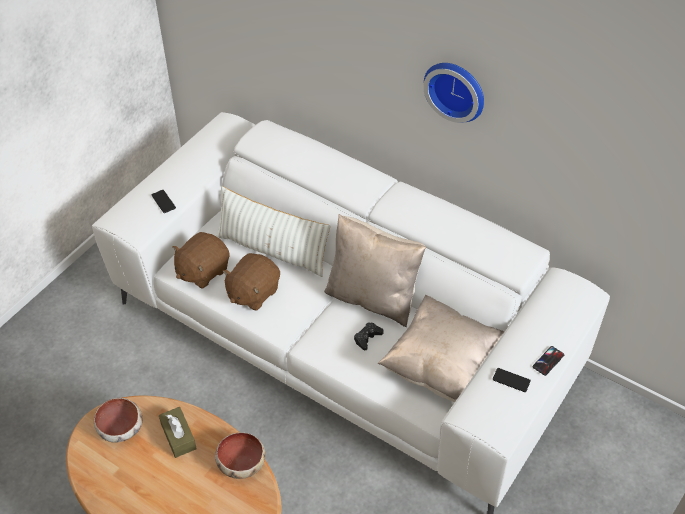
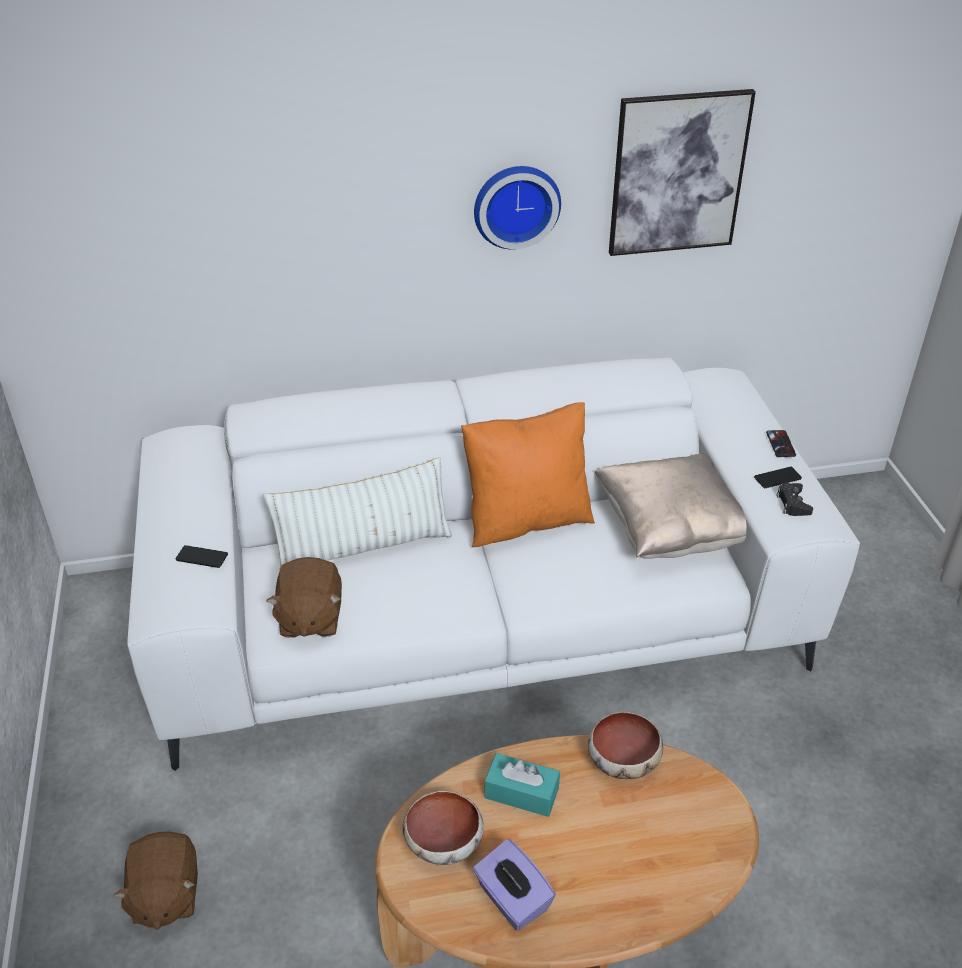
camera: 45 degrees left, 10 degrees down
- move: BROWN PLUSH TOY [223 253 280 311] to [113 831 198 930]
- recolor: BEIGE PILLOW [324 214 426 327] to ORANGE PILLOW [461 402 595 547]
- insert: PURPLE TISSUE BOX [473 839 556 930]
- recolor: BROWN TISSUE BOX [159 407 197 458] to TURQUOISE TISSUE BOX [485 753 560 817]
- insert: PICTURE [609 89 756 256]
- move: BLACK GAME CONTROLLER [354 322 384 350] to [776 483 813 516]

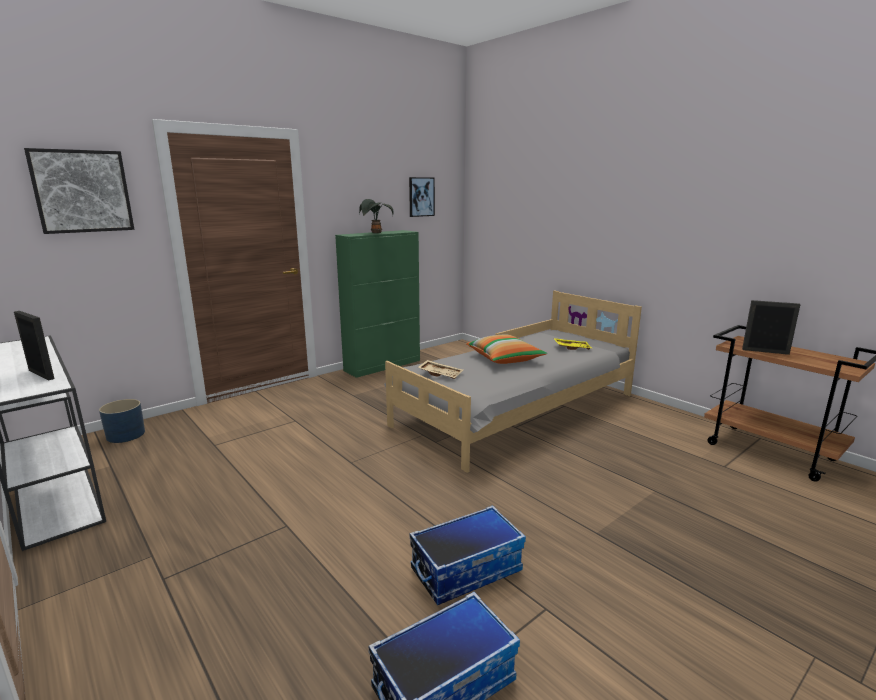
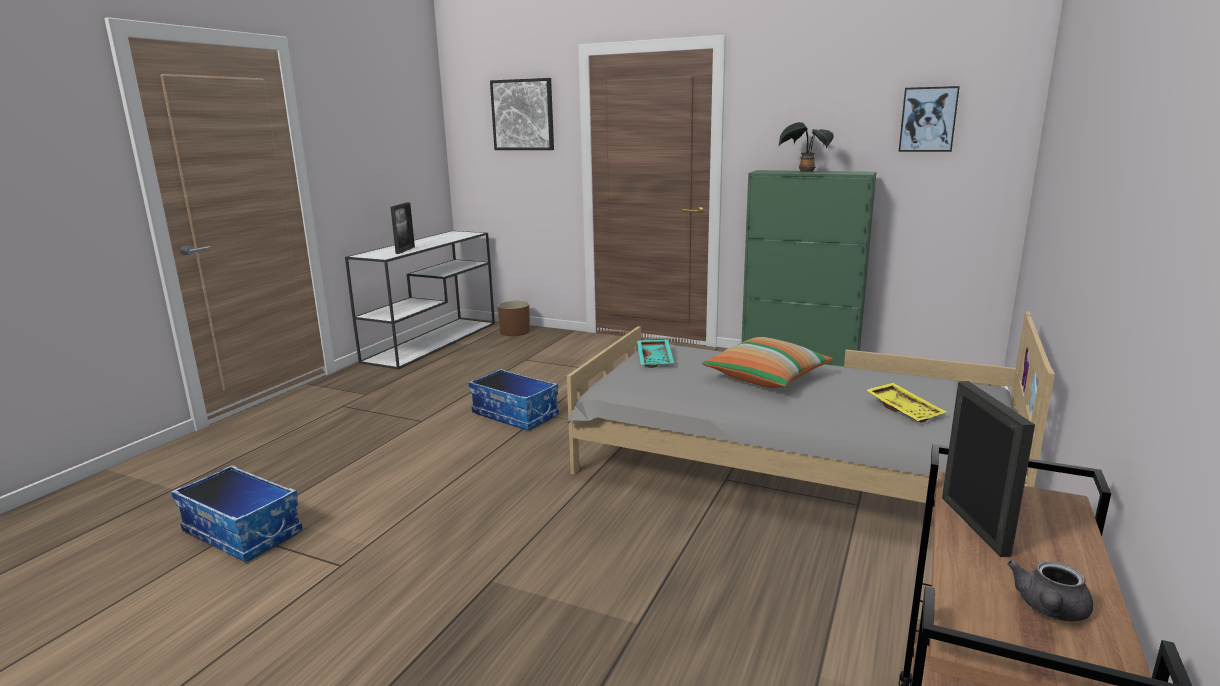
camera: 65 degrees right, 0 degrees up
- move: STORAGE BOX [410 505 526 605] to [468 369 559 430]
- recolor: BLUE PLANTER [99 399 145 443] to BROWN PLANTER [497 301 530 336]
- recolor: BEIGE TRAY [417 360 463 379] to TURQUOISE TRAY [637 339 674 368]
- insert: GREY TEAPOT [1007 560 1093 622]

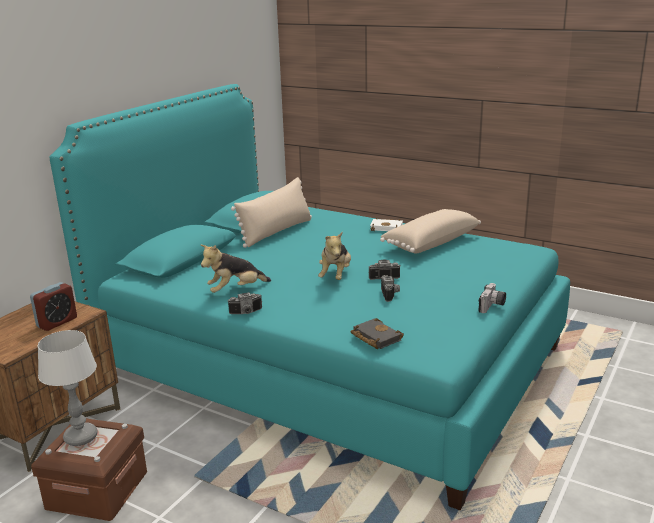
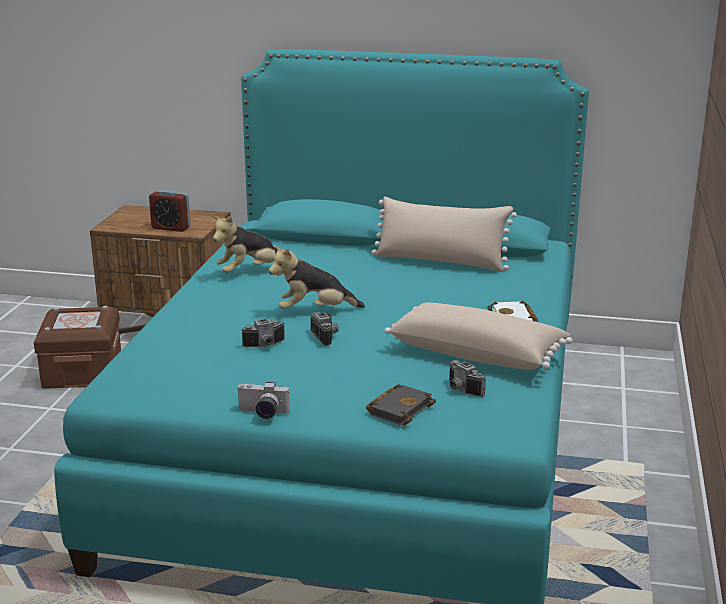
camera: 70 degrees right, 0 degrees up
- rotate: PLUSH TOY [200 244 271 293] = [212 215 277 273] 75 degrees counterclockwise
- move: BLACK BOOK [351 318 404 349] to [366 384 436 425]
- move: PHOTO CAMERA [227 292 262 314] to [449 360 486 397]
- delete: TABLE LAMP [38 330 98 446]

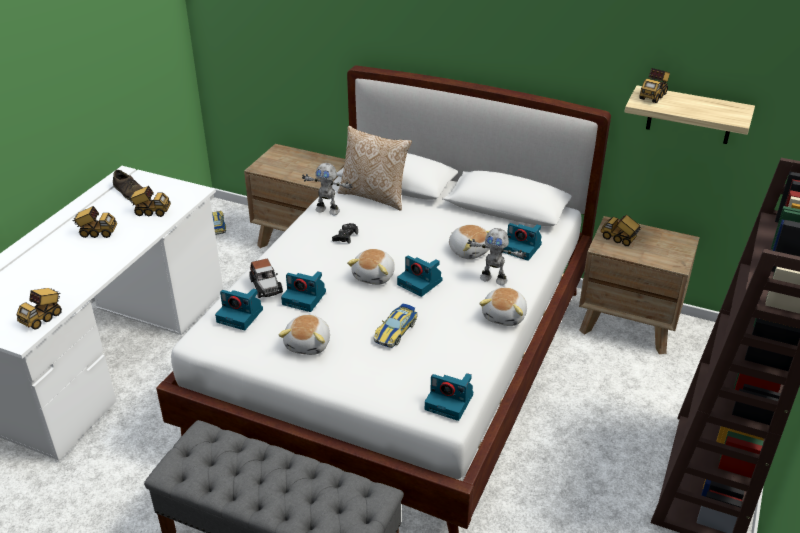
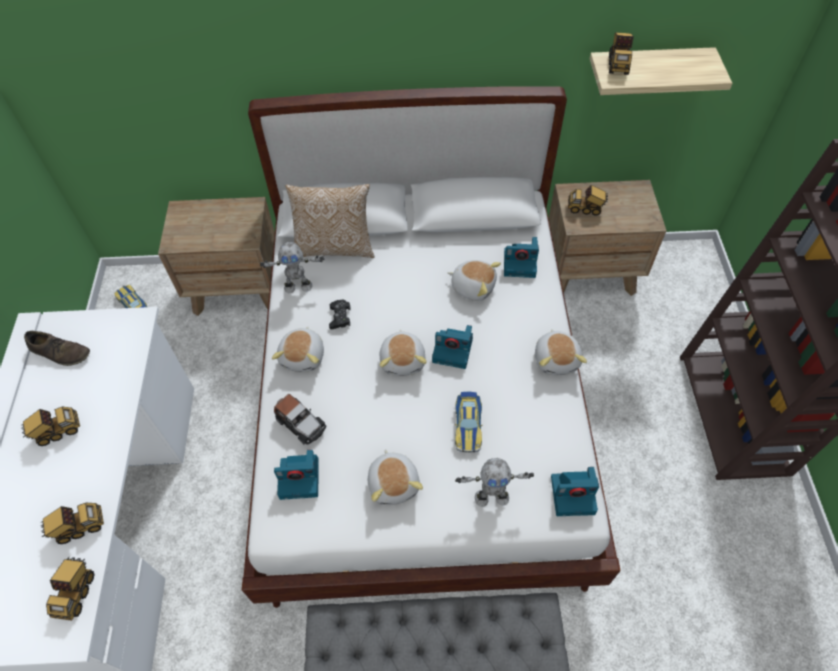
camera: 25 degrees left, 20 degrees up
- move: TOY TRUCK [129 186 171 217] to [40 503 104 544]
- insert: PLUSH TOY [272 327 324 372]
- move: TOY ROBOT [467 228 527 285] to [455 458 534 507]
- delete: PHOTO CAMERA [281 271 326 312]

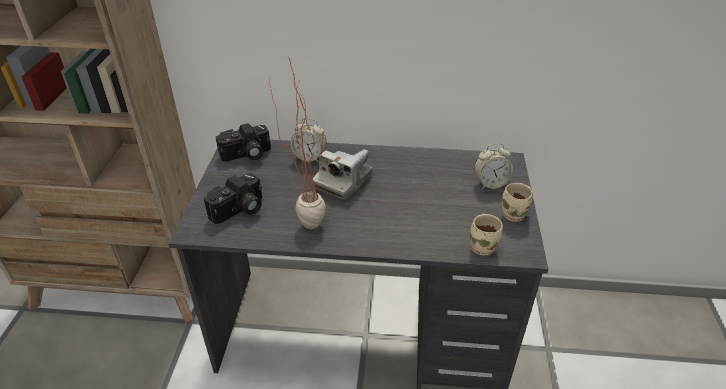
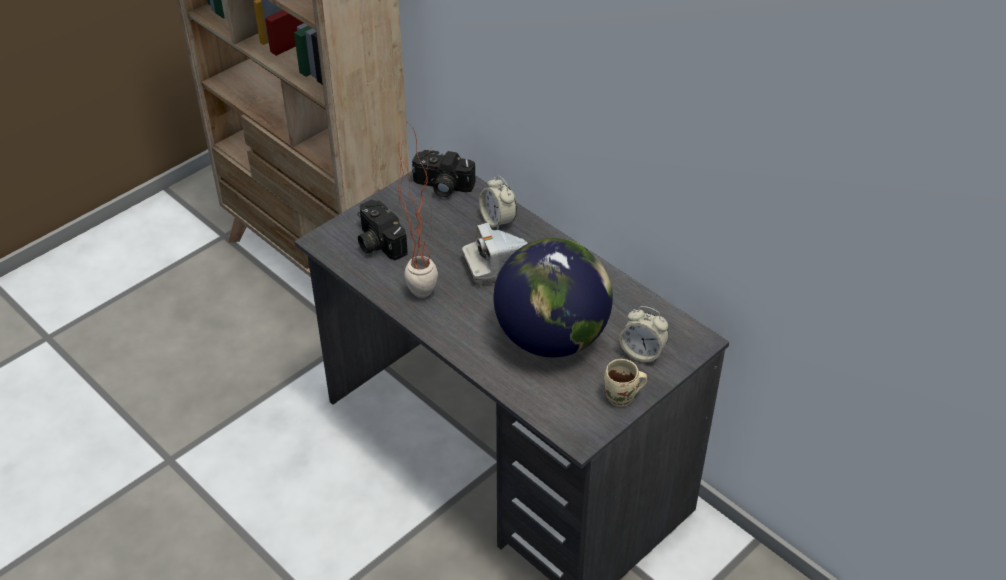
camera: 40 degrees right, 5 degrees up
- rotate: PHOTO CAMERA [204 173 262 224] = [358 199 408 260] 60 degrees clockwise
- insert: GLOBE [494 238 613 357]
- delete: BEIGE MUG [470 214 503 255]

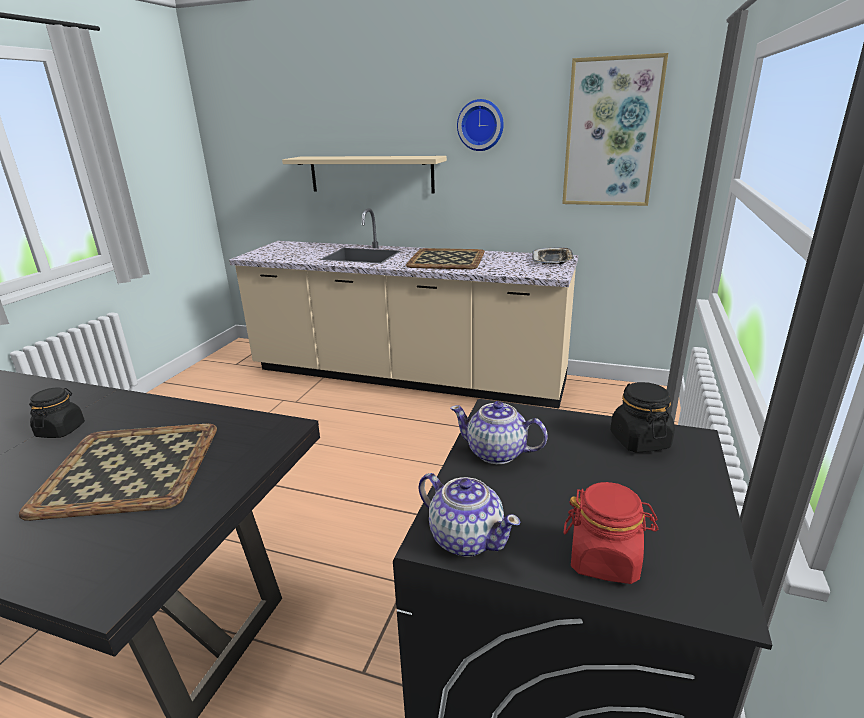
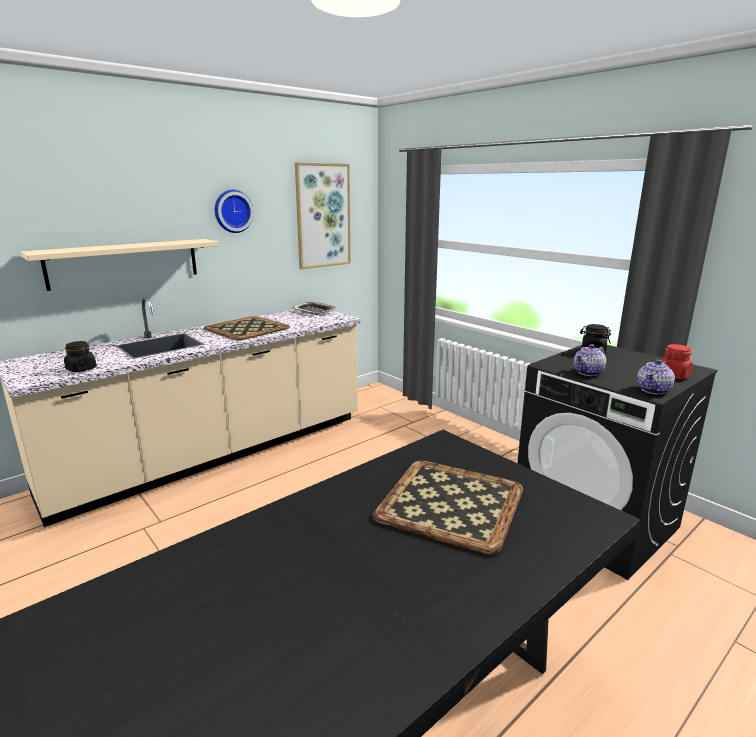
camera: 60 degrees left, 5 degrees down
- move: BLACK JAR [29 388 85 438] to [64 341 97 372]
- rotate: TEAPOT [419 473 520 557] = [637 360 675 395] 150 degrees clockwise

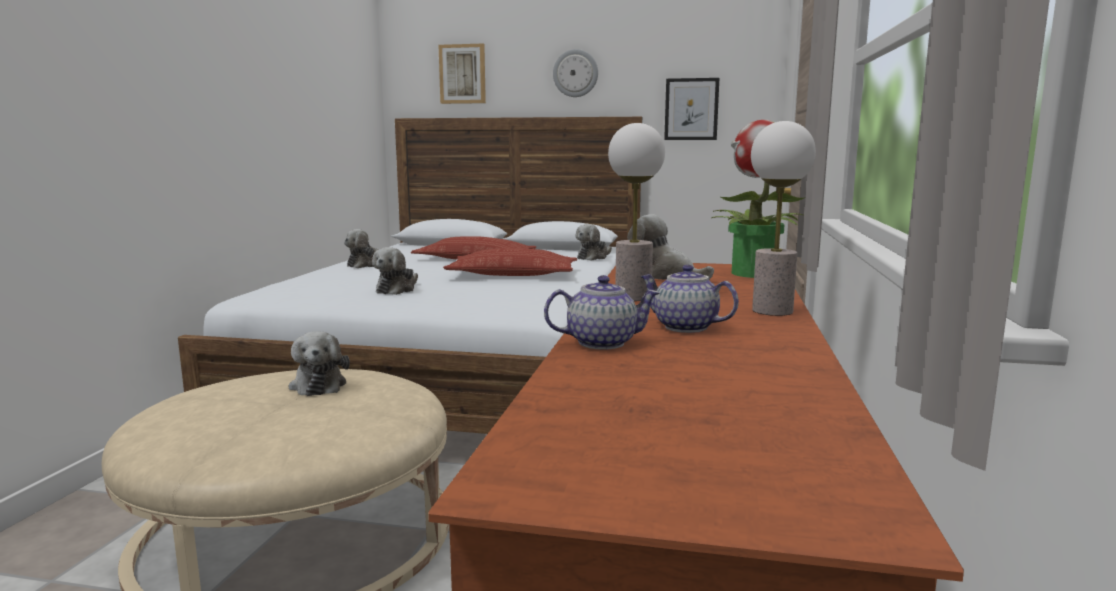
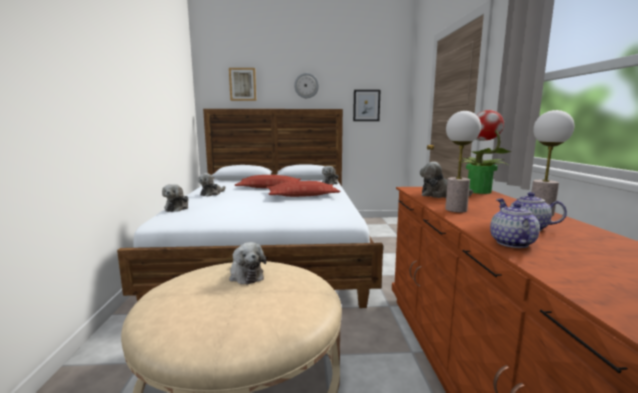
camera: 15 degrees left, 0 degrees up
- move: PLUSH TOY [372 247 418 295] to [162 184 188 212]
- rotate: TEAPOT [544 275 660 350] = [490 203 540 248] 60 degrees counterclockwise

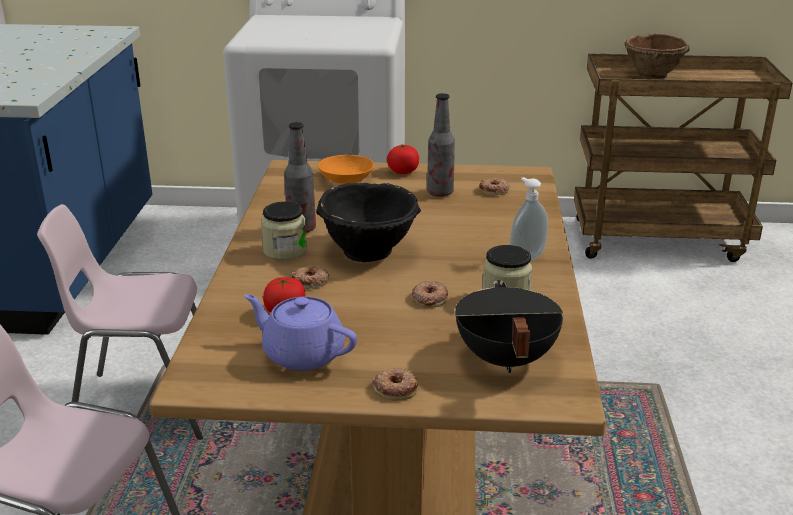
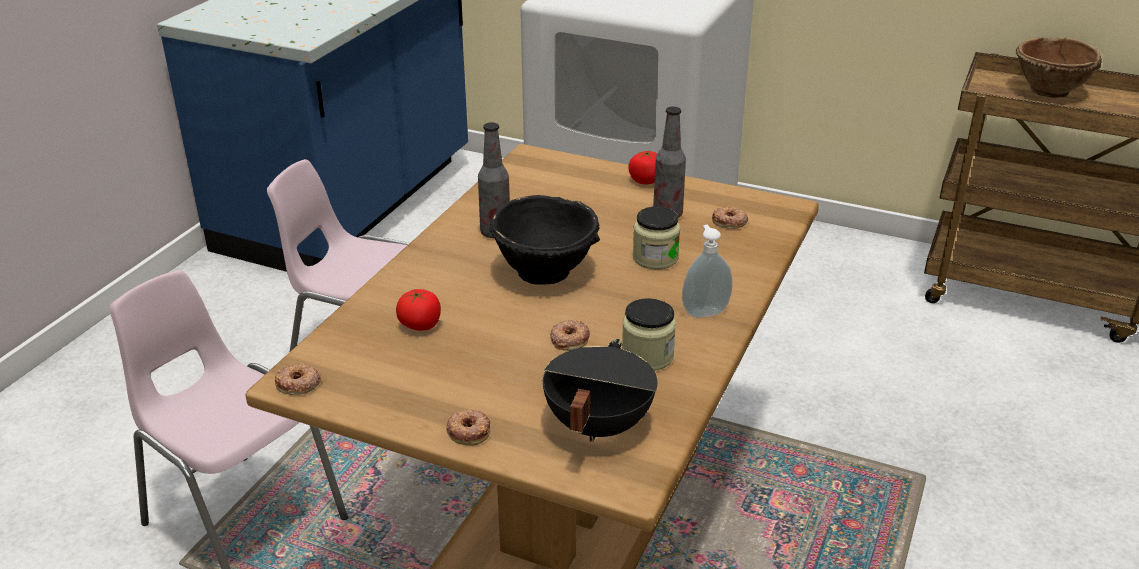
camera: 20 degrees right, 5 degrees up
- move: DONUT [291 265 329 289] to [275 364 321 395]
- move: JAR [261 202 307 260] to [633 206 680 269]
- delete: PURPLE TEAPOT [244 294 357 371]
- delete: ORANGE BOWL [318 155 374 183]

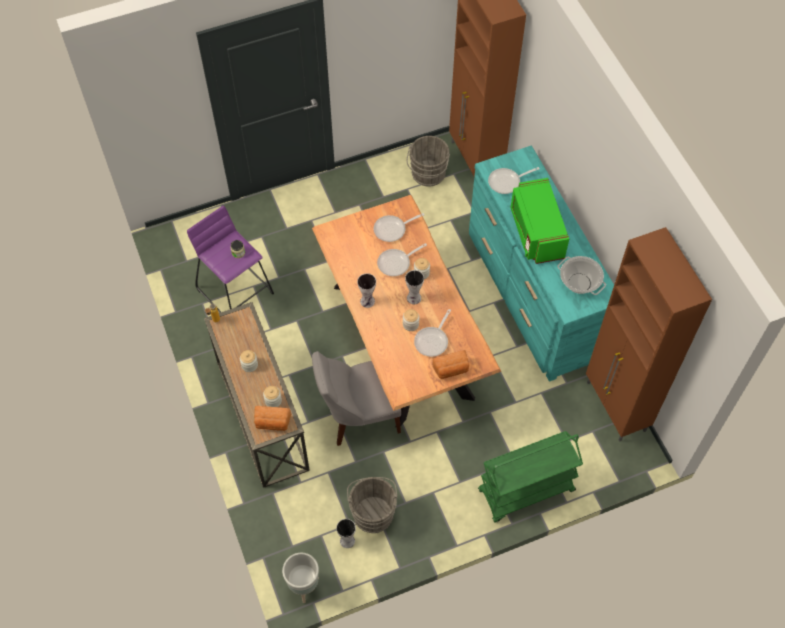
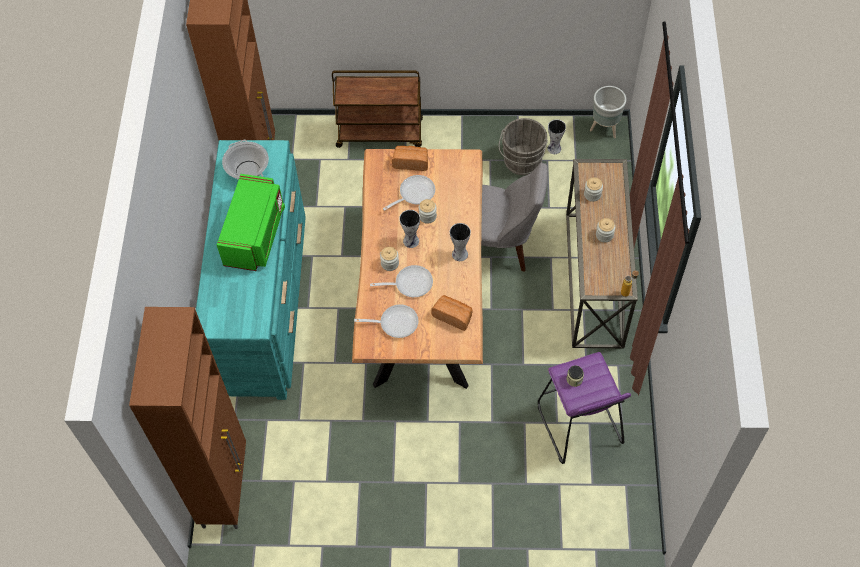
camera: 155 degrees left, 0 degrees up
- recolor: GREEN CART [478 431 583 523] to BROWN CART [332 70 423 148]
- move: BREAD [254 406 291 431] to [431 295 472 331]
- delete: GREY BUCKET [406 136 450 187]
- delete: FRYING PAN [488 167 540 194]

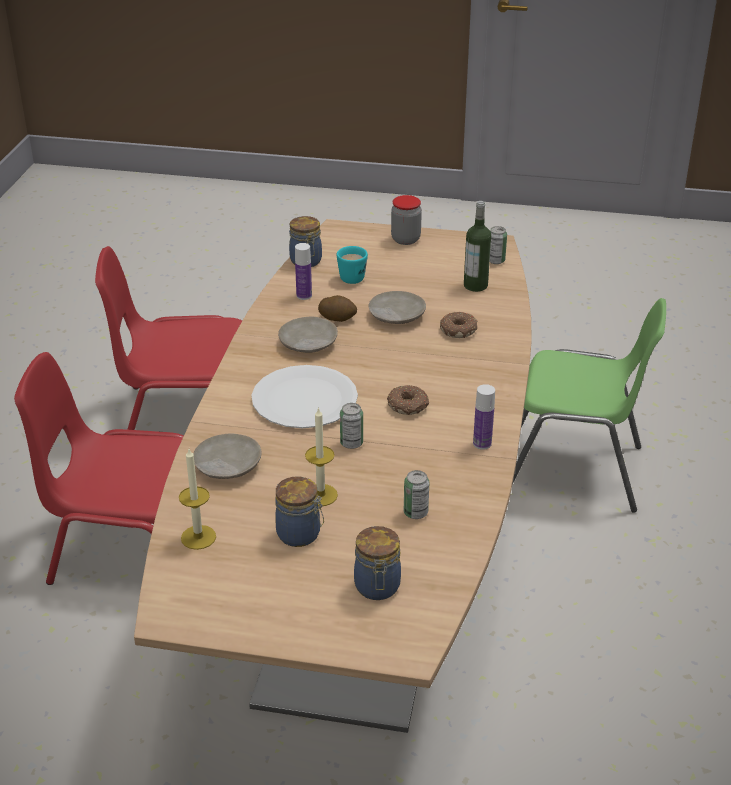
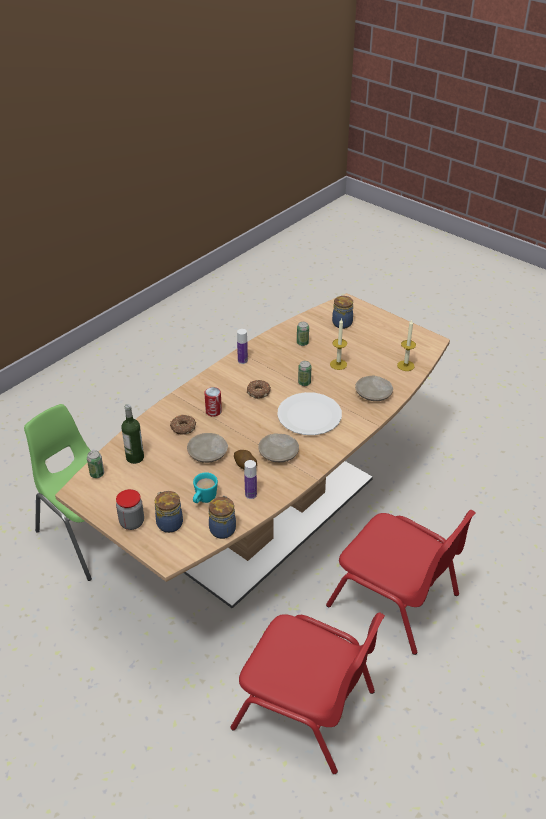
camera: 150 degrees left, 5 degrees up
- move: JAR [275 476 324 547] to [155 491 183 533]
- insert: CAN [204 387 222 417]

